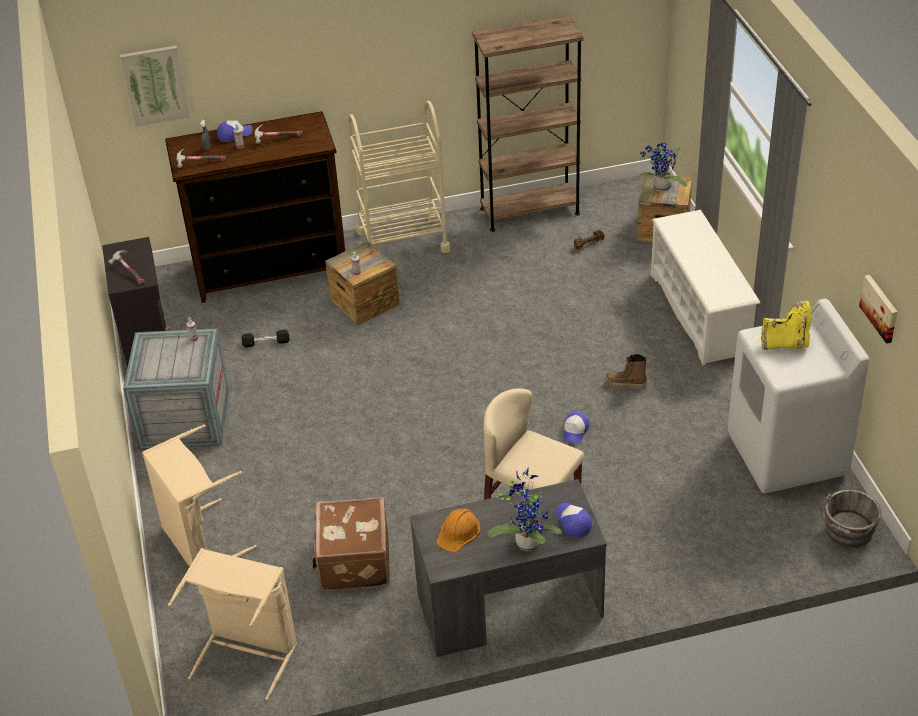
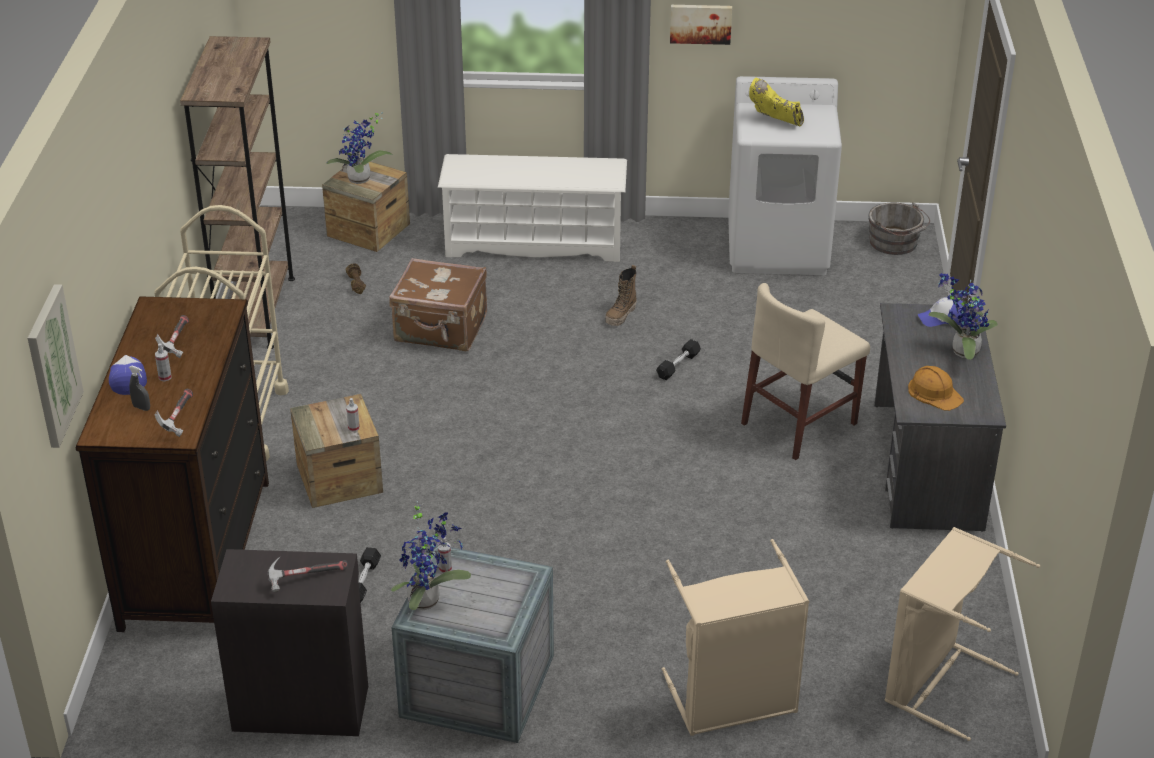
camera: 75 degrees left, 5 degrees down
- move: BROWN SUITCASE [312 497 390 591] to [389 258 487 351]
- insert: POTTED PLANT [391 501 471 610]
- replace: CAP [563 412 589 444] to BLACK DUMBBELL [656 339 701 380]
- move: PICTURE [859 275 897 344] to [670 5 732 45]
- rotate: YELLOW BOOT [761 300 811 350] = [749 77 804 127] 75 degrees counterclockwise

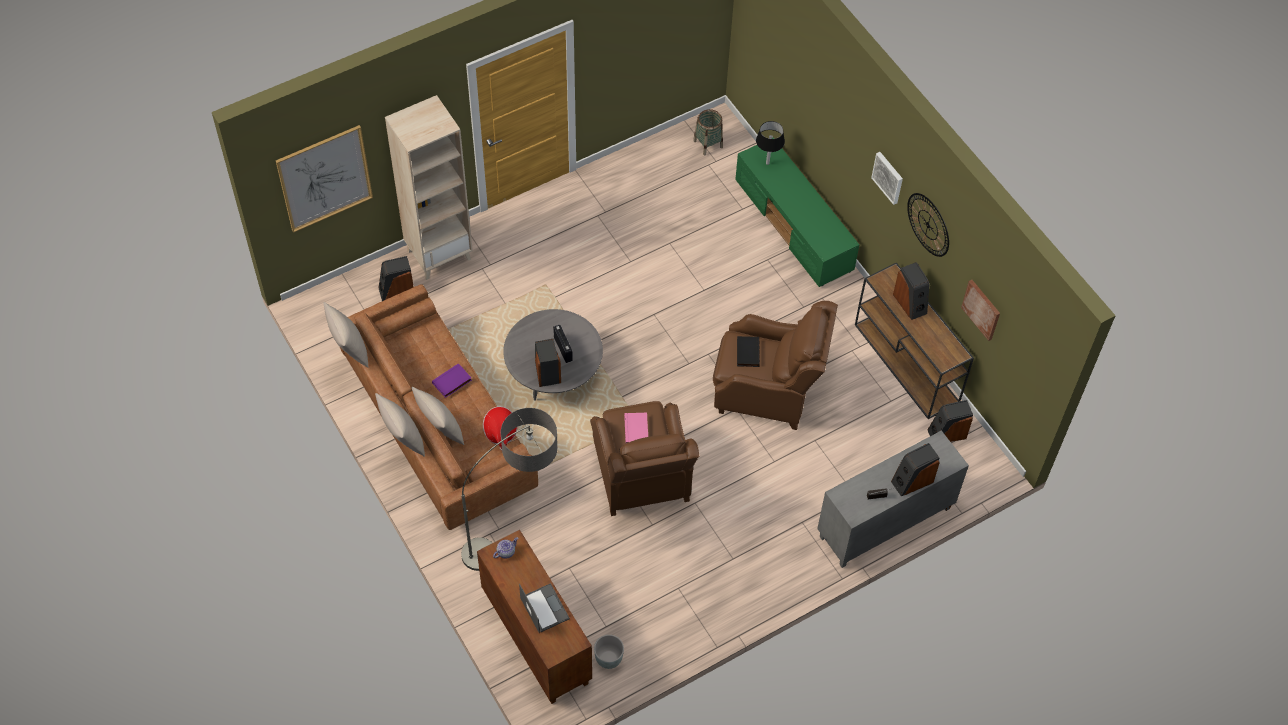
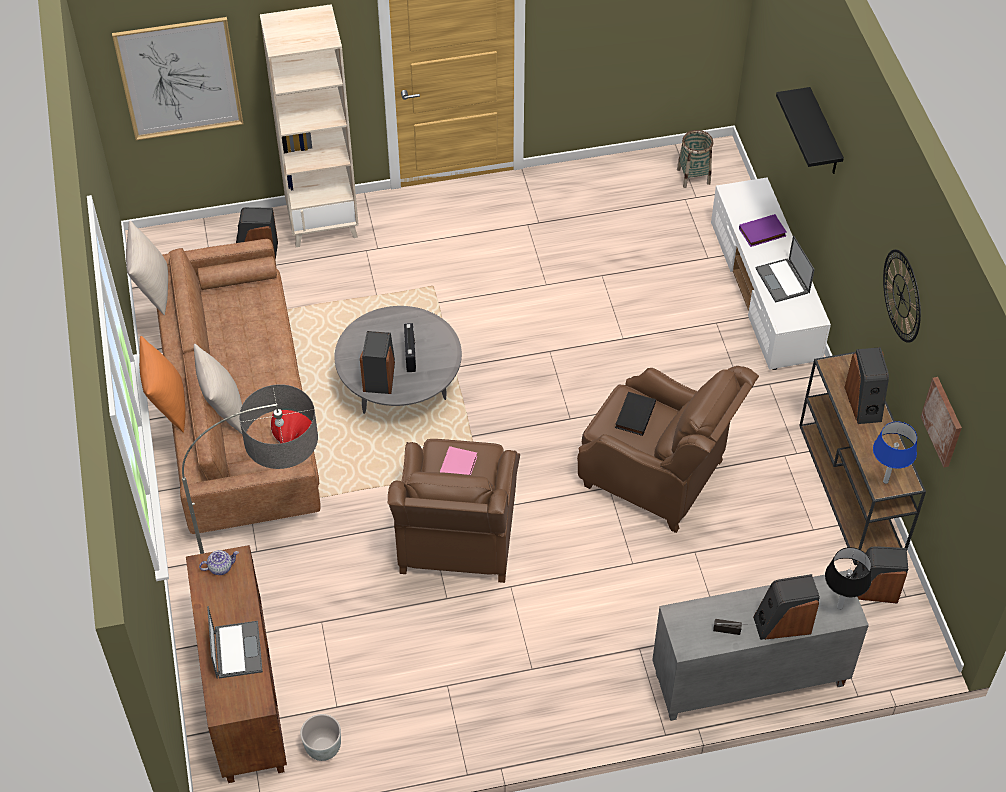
camera: 20 degrees right, 5 degrees down
- recolor: BEIGE PILLOW [375 393 425 457] to ORANGE PILLOW [139 336 186 433]
- recolor: GREEN TV STAND [735 138 859 287] to WHITE TV STAND [711 177 831 370]
- move: PURPLE BOOK [432 363 472 398] to [739 214 787 247]
- insert: LAPTOP [755 235 815 303]
- insert: BLACK SHELF [776 87 844 174]
- move: BLACK TABLE LAMP [756 121 785 165] to [825 547 872 610]
- insert: BLUE TABLE LAMP [873 421 917 484]
- delete: PICTURE [871 152 903 205]

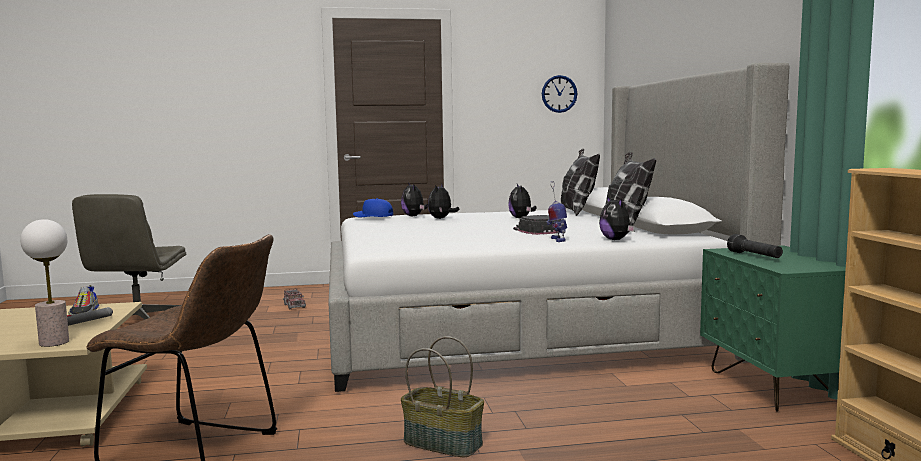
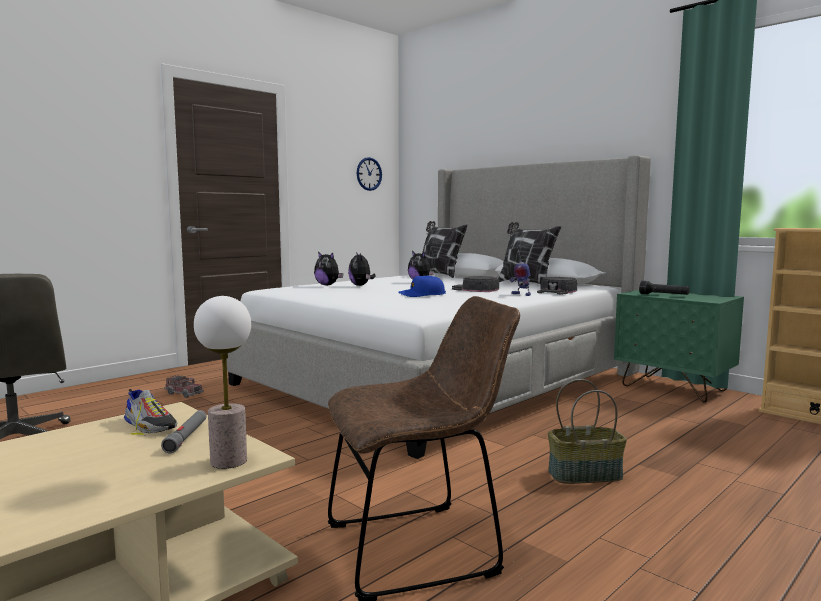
camera: 35 degrees left, 0 degrees up
- move: BLUE CAP [353 198 393 217] to [398 275 446 297]
- replace: PLUSH TOY [599 196 635 240] to BLACK CAP [537 277 577 295]

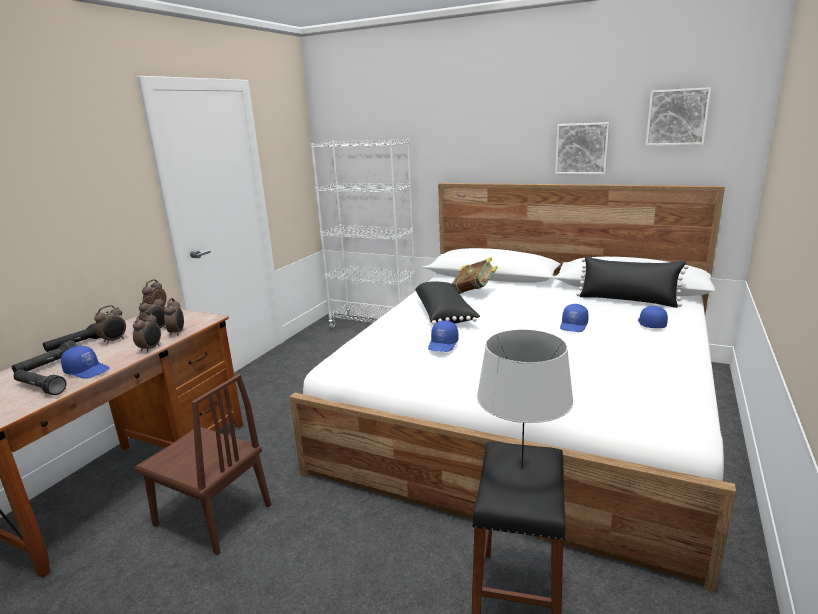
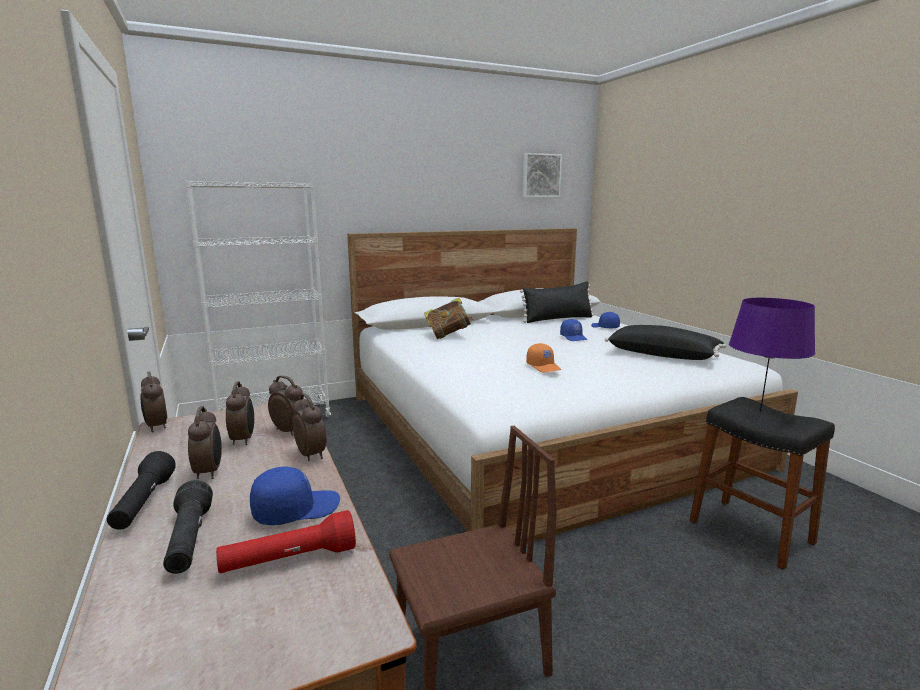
camera: 50 degrees left, 5 degrees down
- recolor: BLACK FLASHLIGHT [13 370 66 395] to RED FLASHLIGHT [216 510 356 573]
- recolor: BLUE CAP [428 321 458 352] to ORANGE CAP [526 343 561 372]
- move: BLACK PILLOW [415 281 480 325] to [605 325 726 360]
- recolor: GREY TABLE LAMP [477 329 574 469] to PURPLE TABLE LAMP [729 298 815 412]
- delete: PICTURE [555 122 610 174]

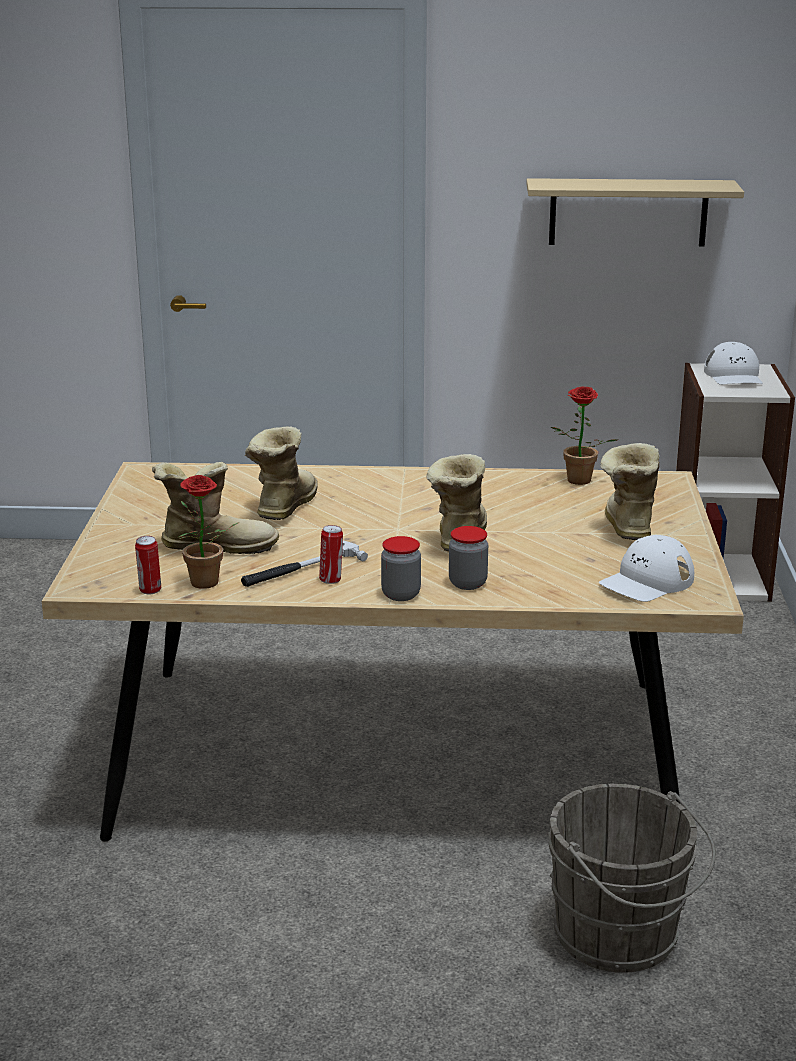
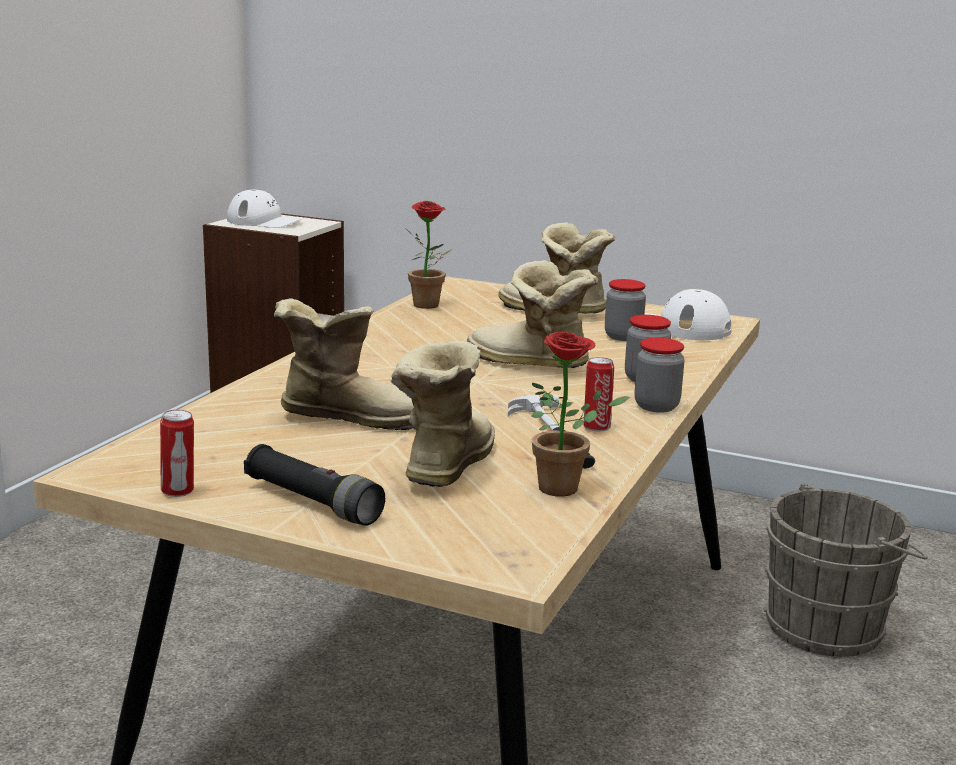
camera: 70 degrees left, 5 degrees down
- move: CAN [135 536 161 594] to [160 410 194 497]
- insert: BLACK FLASHLIGHT [244 444 385 526]
- rotate: BOOT [245 426 318 520] = [274 298 415 430] 150 degrees clockwise
- insert: JAR [605 279 646 341]
- rotate: WHITE CAP [599 535 694 602] = [645 289 732 340] 135 degrees clockwise
- delete: BEIGE SHELF [526 178 744 247]

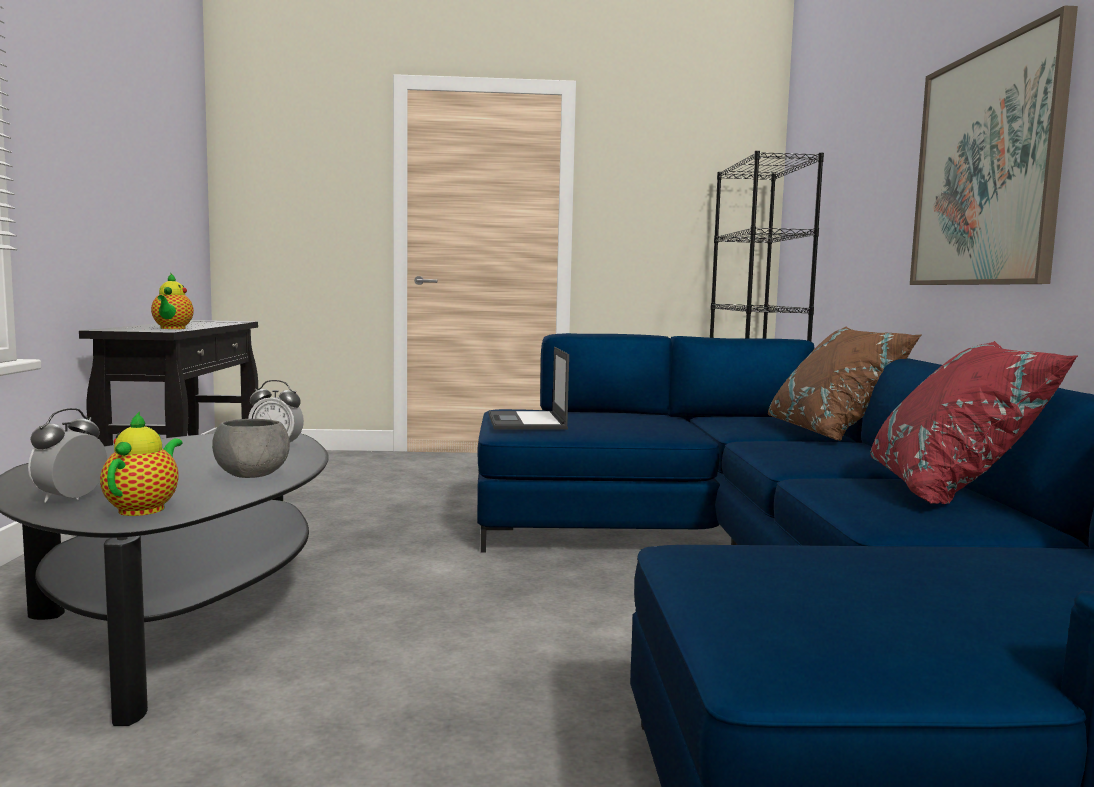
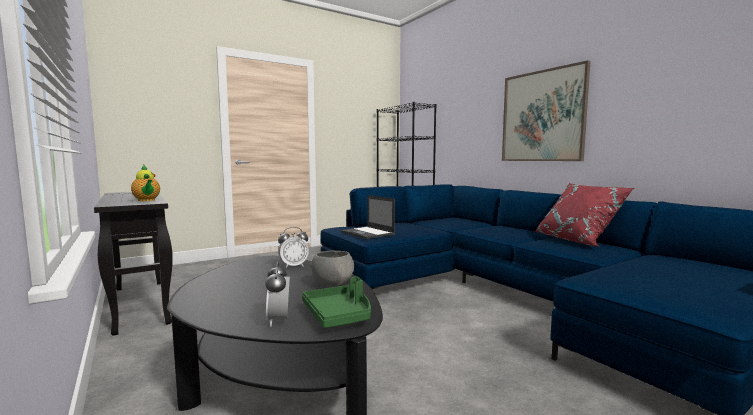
camera: 30 degrees left, 0 degrees up
- replace: TEAPOT [100 411 182 516] to GREEN TRAY [302 276 371 328]
- delete: BROWN PILLOW [768 327 922 441]

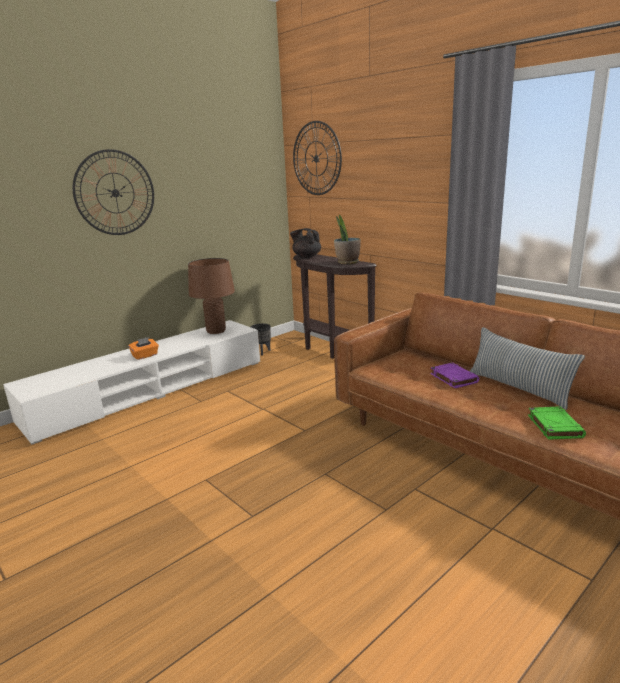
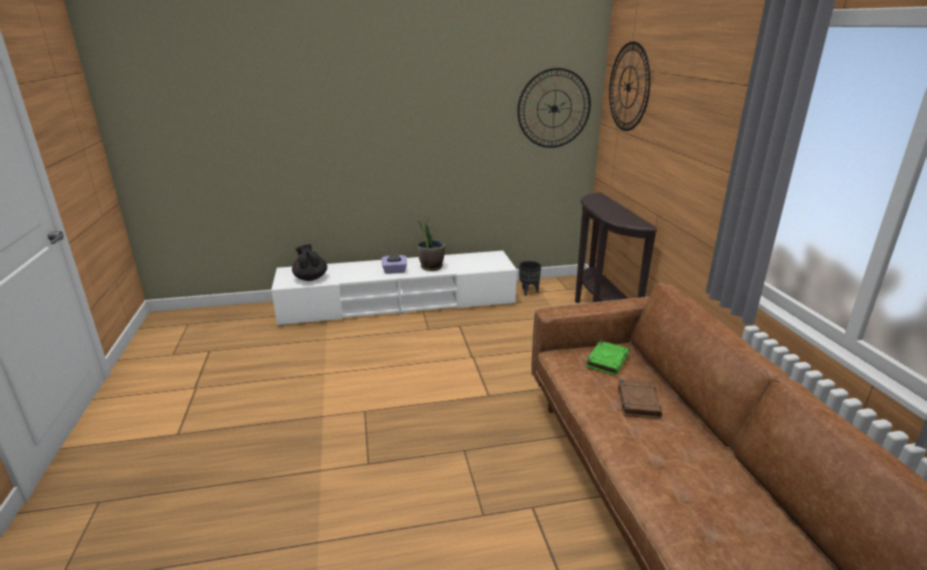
camera: 30 degrees right, 5 degrees up
- move: BLACK TEAPOT [290 228 321 258] to [292 244 327 281]
- recolor: ORANGE TISSUE BOX [128 337 159 360] to PURPLE TISSUE BOX [381 254 407 274]
- move: POTTED PLANT [334 215 361 264] to [417 219 445 271]
- move: WALL CLOCK [73 149 154 235] to [517 68 591 148]
- move: GREEN BOOK [528 406 586 440] to [585 341 630 375]
- recolor: PURPLE BOOK [430 363 479 388] to BROWN BOOK [618 379 662 419]
- delete: BROWN TABLE LAMP [188 258 235 334]
- delete: PILLOW [470 327 585 410]

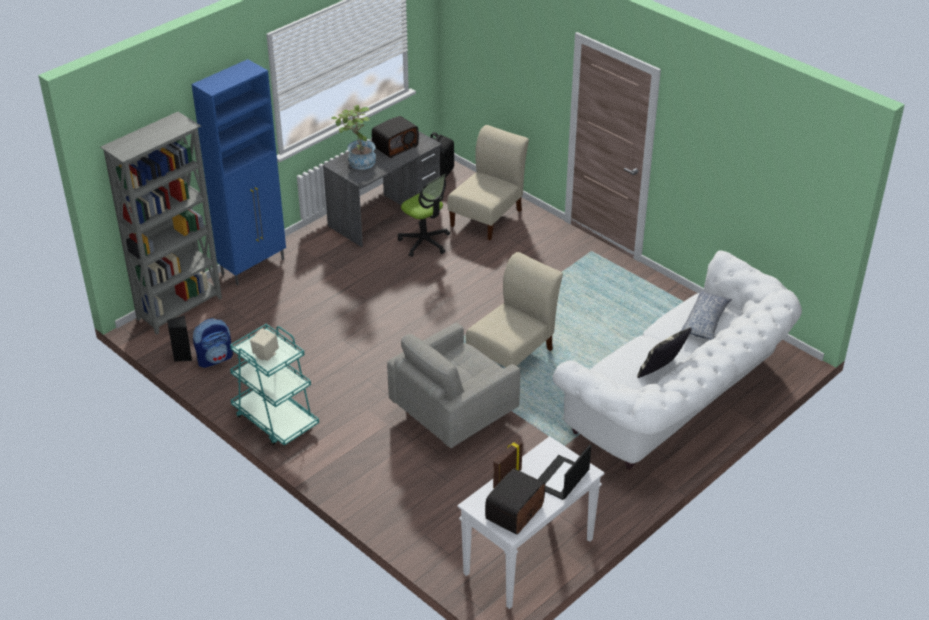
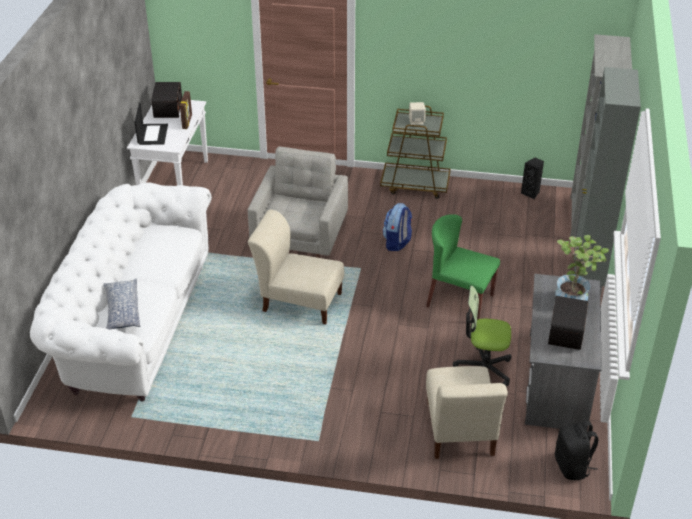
camera: 145 degrees right, 0 degrees up
- rotate: BEIGE CHAIR [466 252 563 367] = [248 210 344 325] 105 degrees clockwise
- recolor: TURQUOISE CART [230 324 319 445] to BROWN CART [380 106 450 199]
- move: BACKPACK [193 318 233 368] to [383 203 412 251]
- insert: GREEN CHAIR [426 214 500 320]
- recolor: BLUE CABINET [192 59 286 285] to GREY CABINET [574 67 641 296]
- delete: PILLOW [637 327 692 378]

